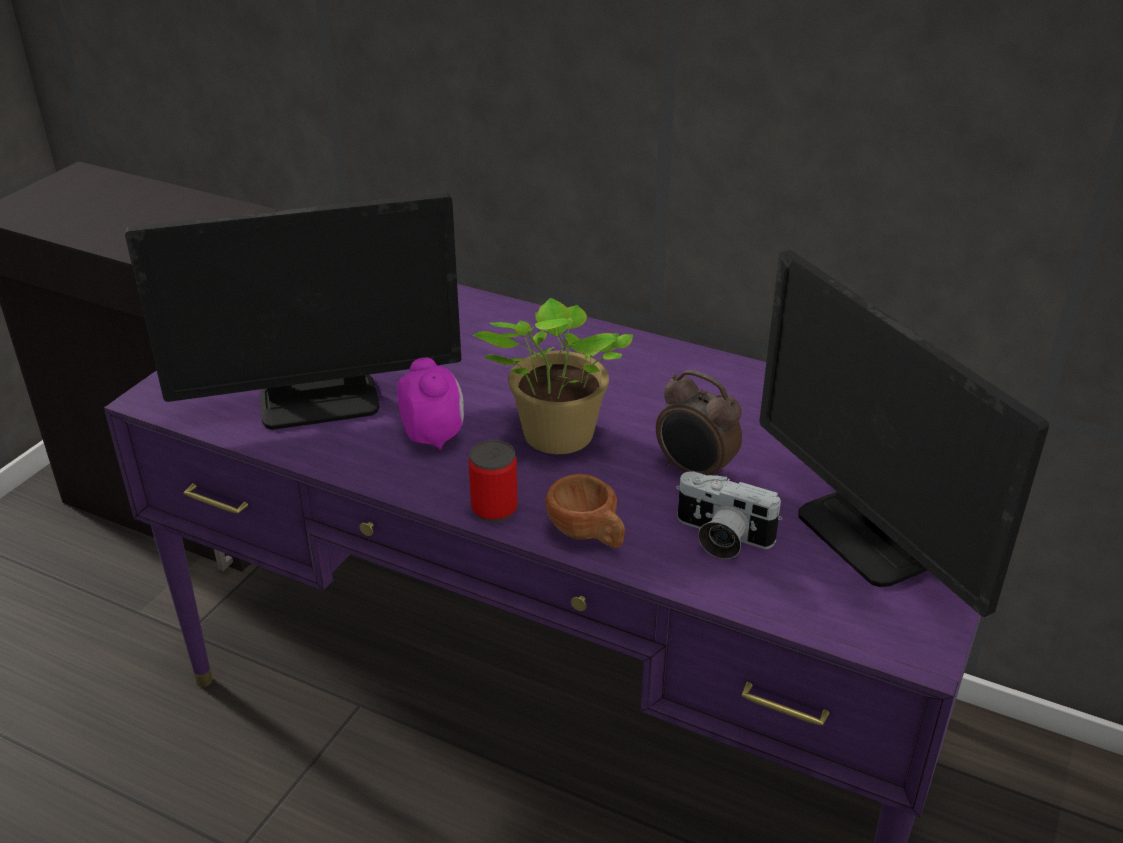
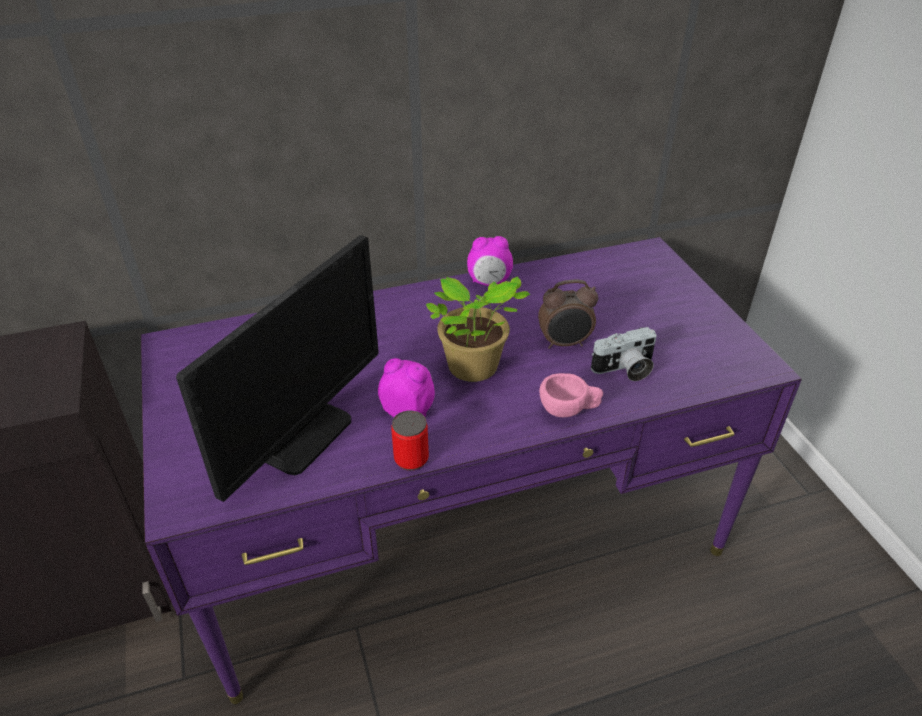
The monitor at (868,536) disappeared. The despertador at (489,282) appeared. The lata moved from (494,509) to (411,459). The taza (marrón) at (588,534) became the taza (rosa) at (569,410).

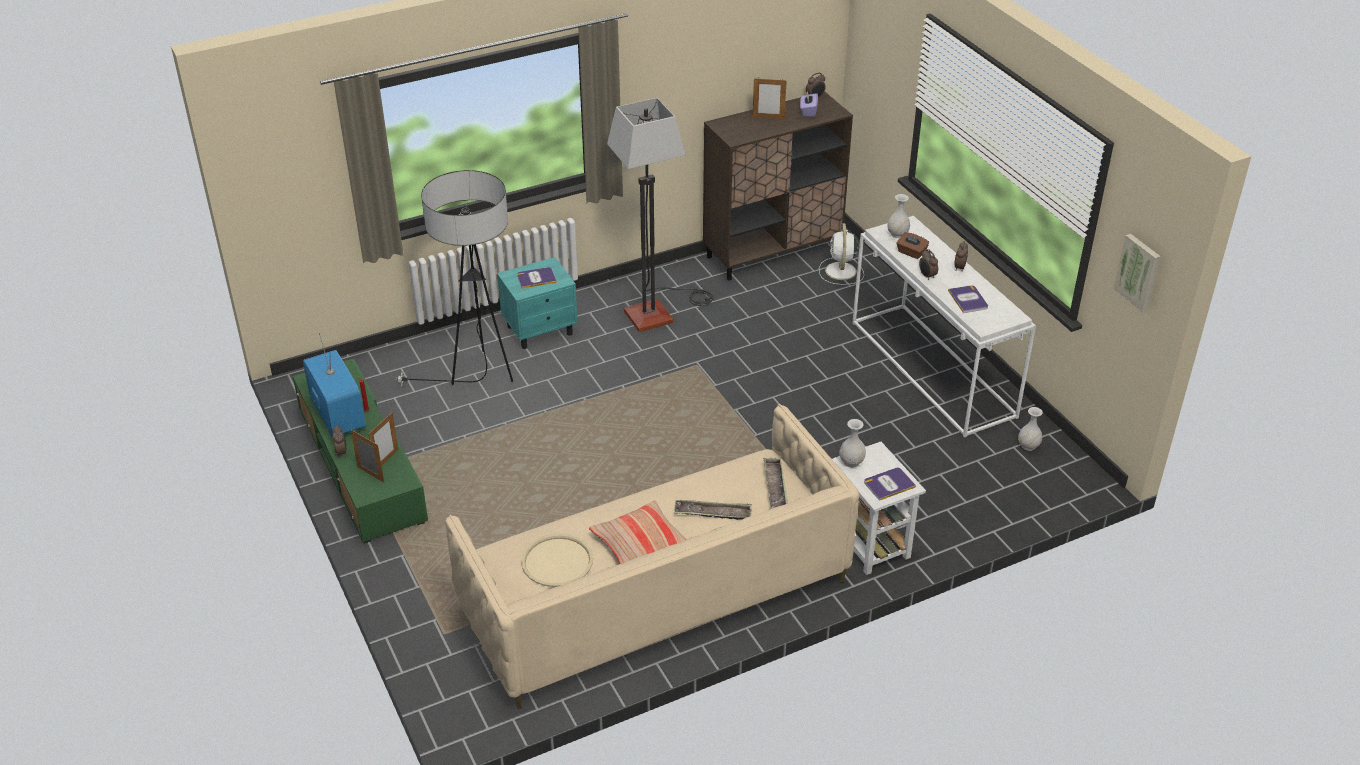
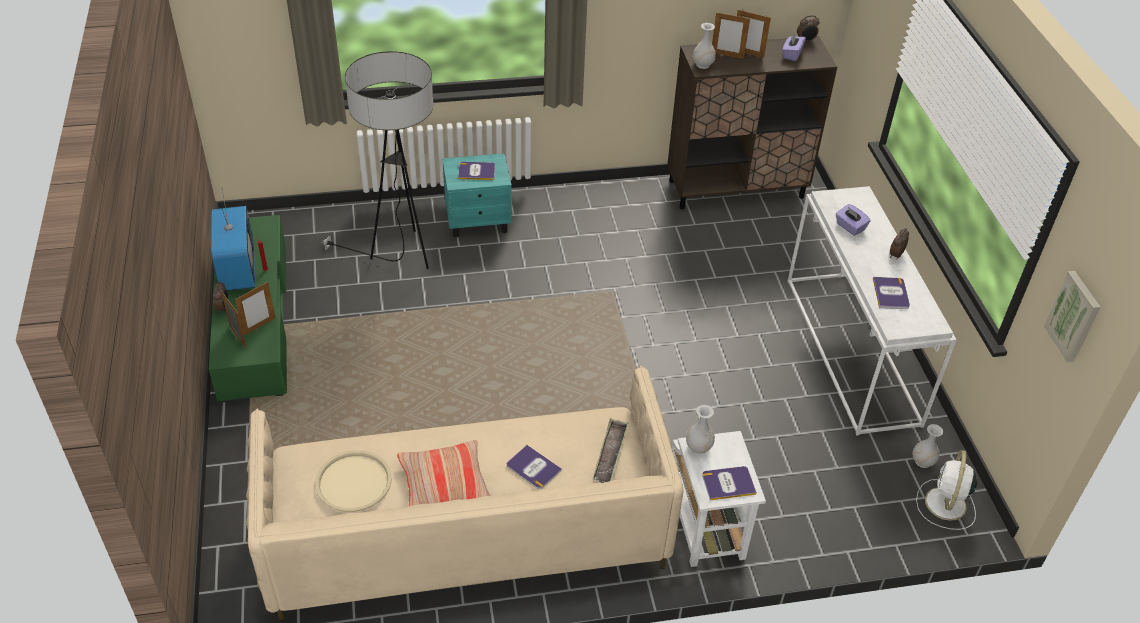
The lámpara de pie at (659,311) disappeared. The despertador at (927,276) disappeared. The portarretratos at (727,55) appeared. The ventilador (blanco) moved from (840,272) to (945,505). The florero (blanco) moved from (897,234) to (703,65). The bandeja at (713,513) was replaced by the libro at (533,468). The caja de pañuelos (marrón) at (911,253) became the caja de pañuelos (morado) at (850,227).

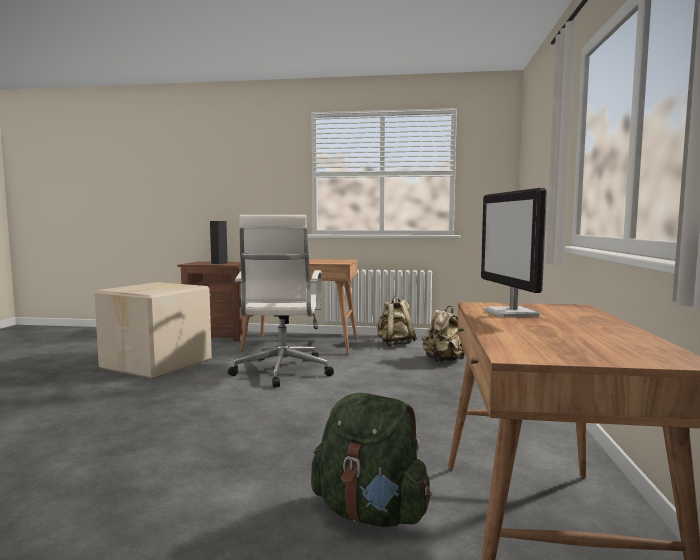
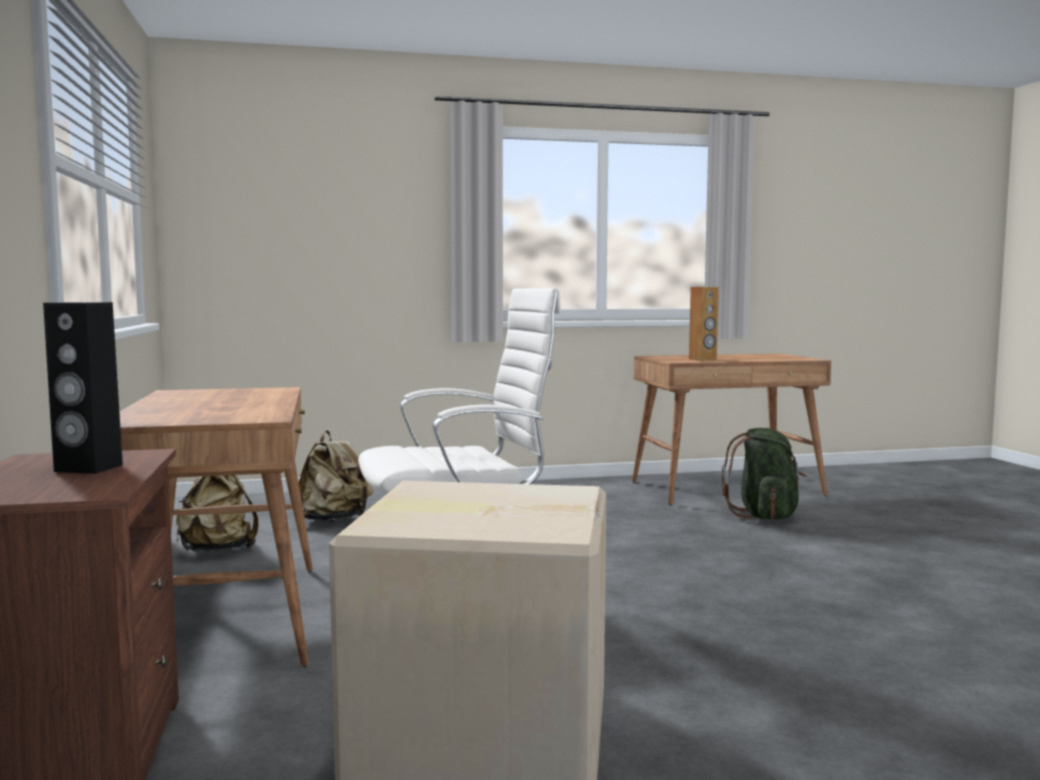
The monitor at (512,313) was replaced by the altavoz (marrón) at (703,359).

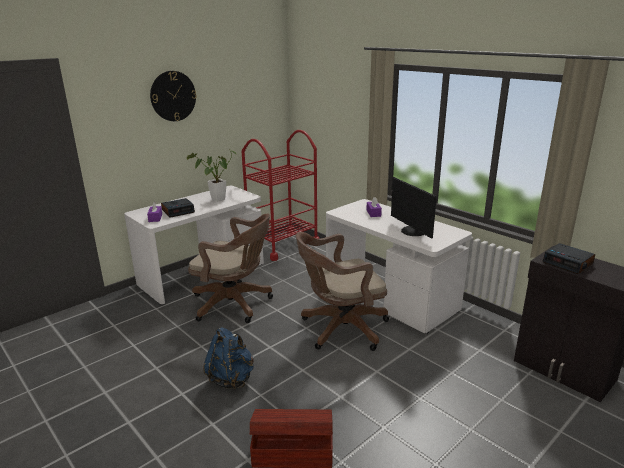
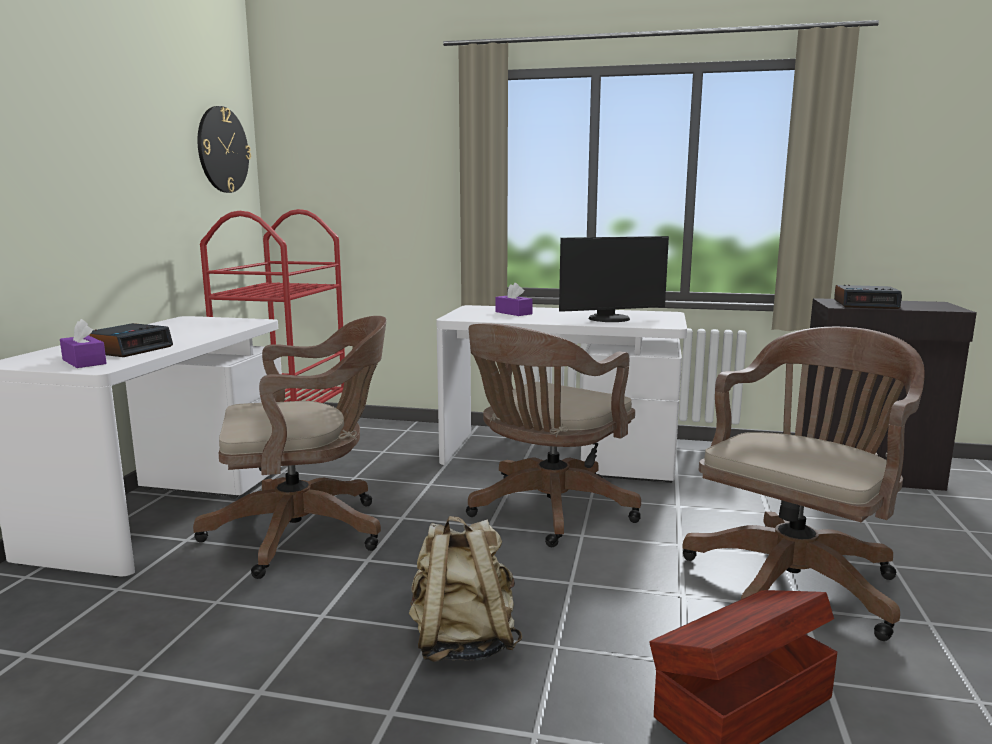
The planta en maceta at (215,200) disappeared. The silla de oficina (marrón) at (796,580) appeared. The reloj de pared moved from (173,96) to (222,150). The mochila (azul) at (231,378) became the mochila (beis) at (463,643). The monitor at (412,231) turned 45 degrees counterclockwise.

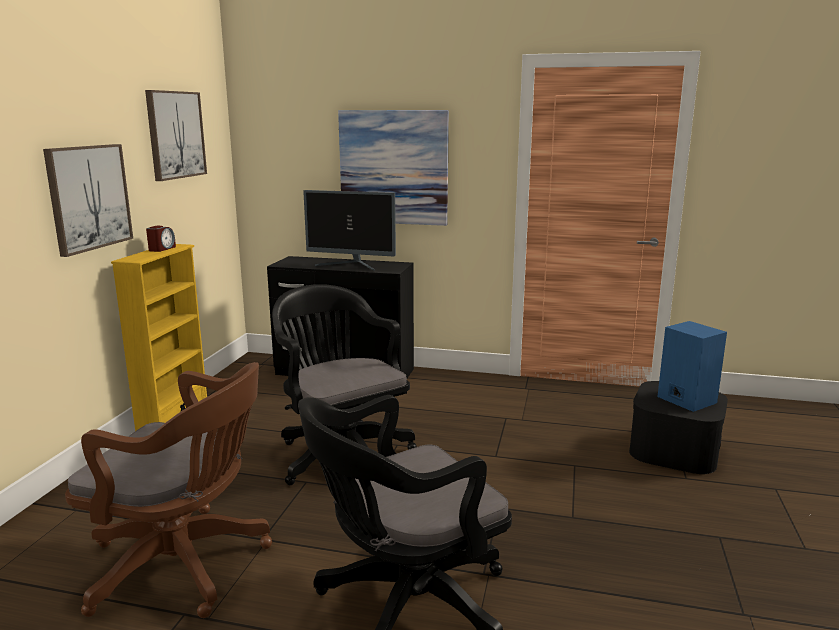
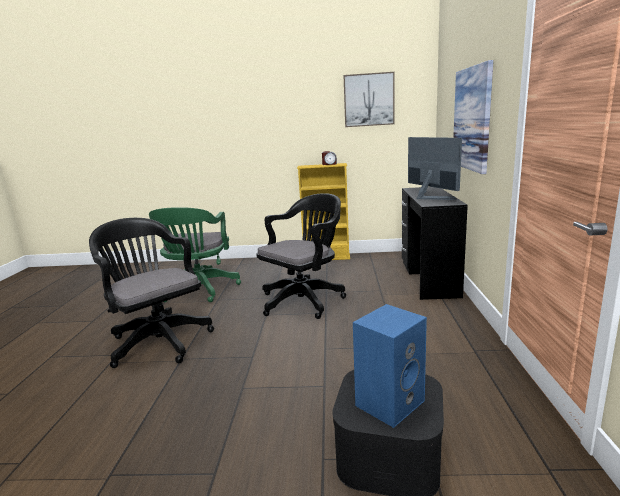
The cuadro at (89,197) disappeared. The silla de oficina (marrón) at (185,565) became the silla de oficina (verde) at (199,291). The monitor at (352,265) turned 150 degrees clockwise.

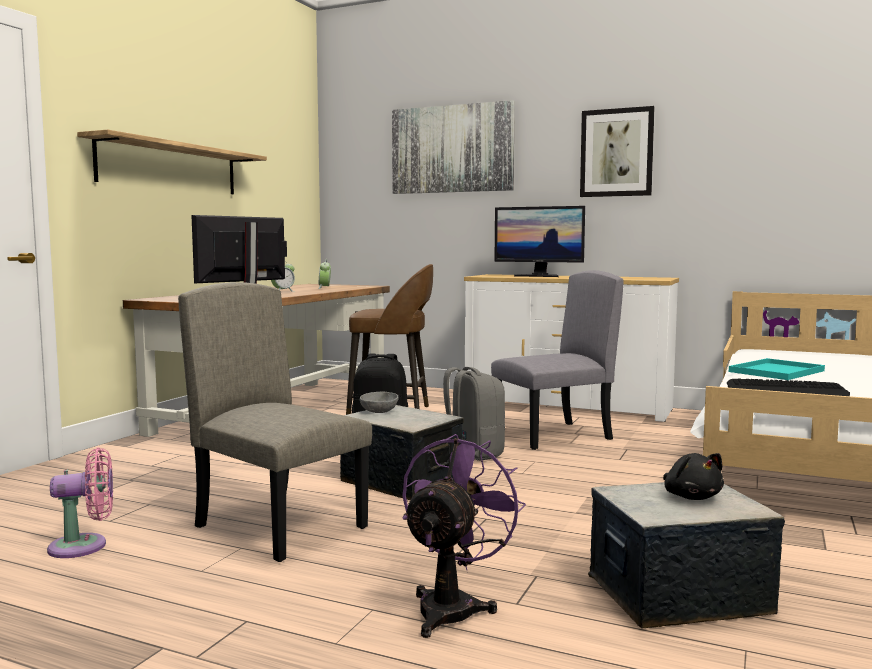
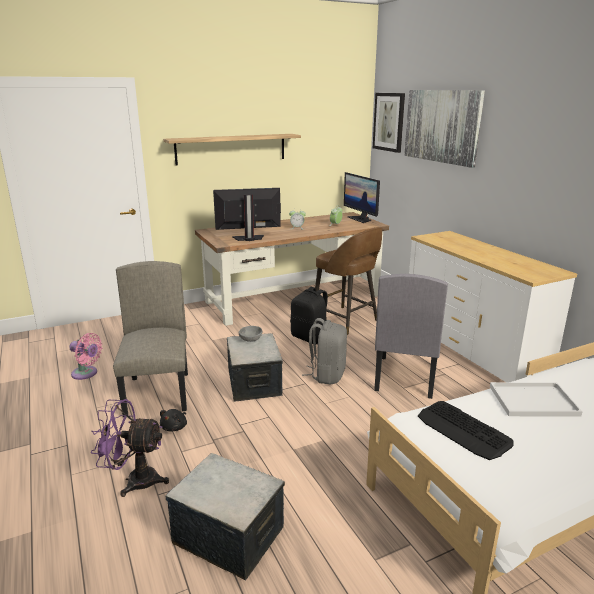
The monitor moved from (539,276) to (361,219). The cuadro moved from (616,153) to (389,122). The peluche (negro) moved from (691,497) to (175,427). The bandeja (turquesa) at (776,371) became the bandeja (blanco) at (534,400). The ventilador (morado) at (453,606) turned 150 degrees counterclockwise. The silla (gris) at (553,436) turned 90 degrees clockwise.

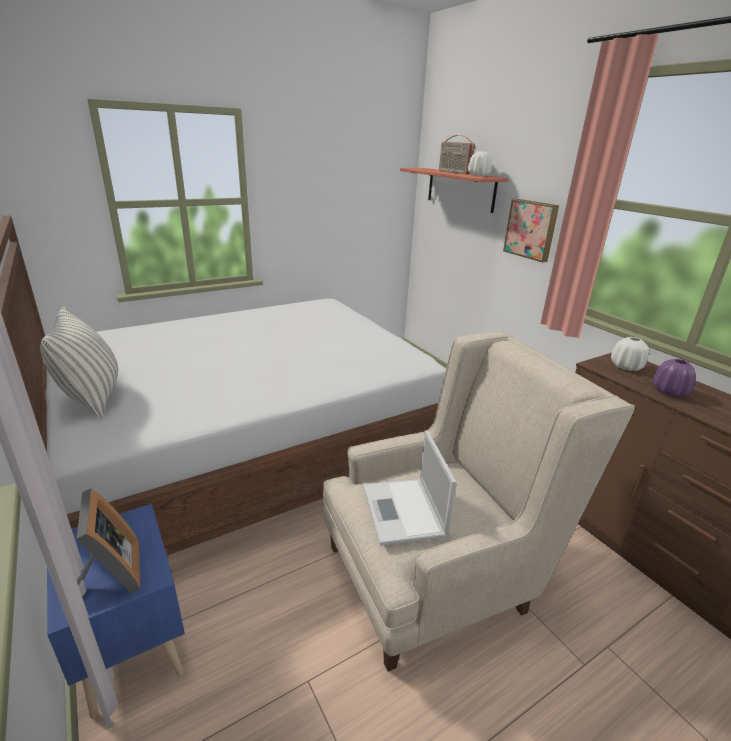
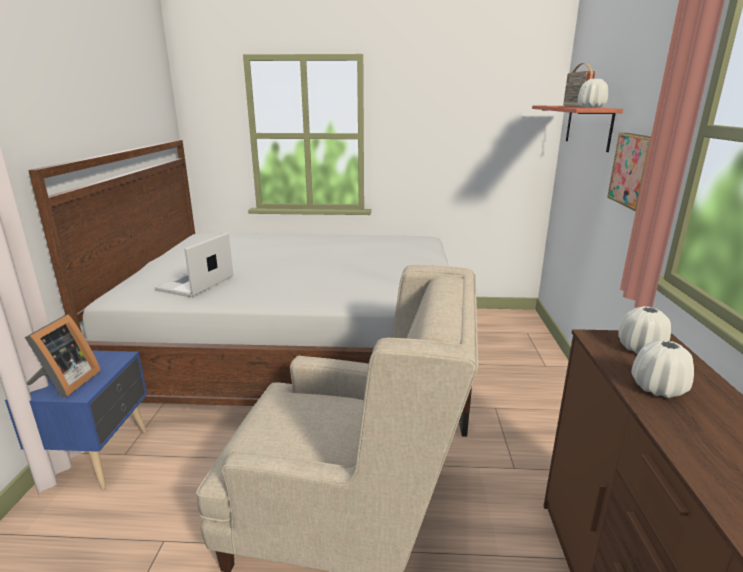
The cojín at (93,397) disappeared. The portátil moved from (404,512) to (195,284). The florero (morado) at (669,391) became the florero (blanco) at (658,388).

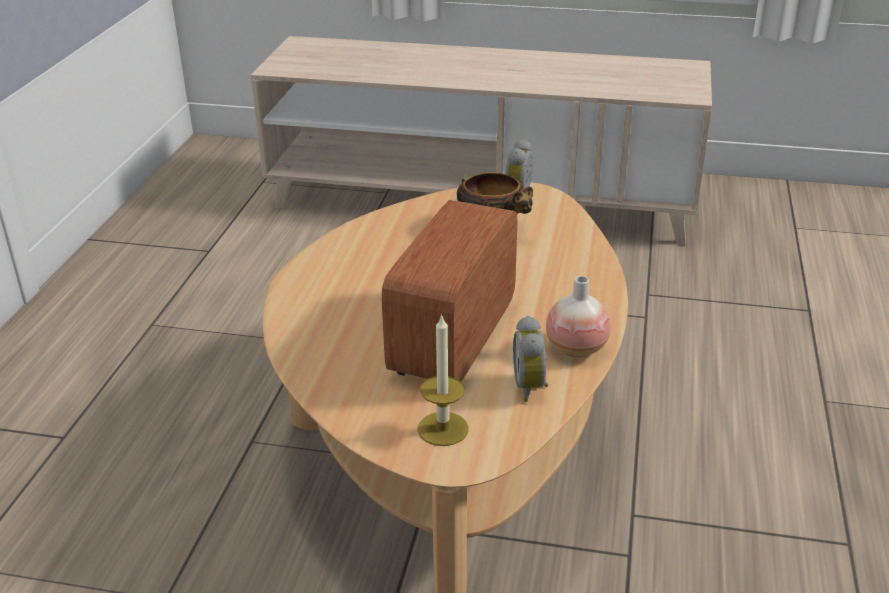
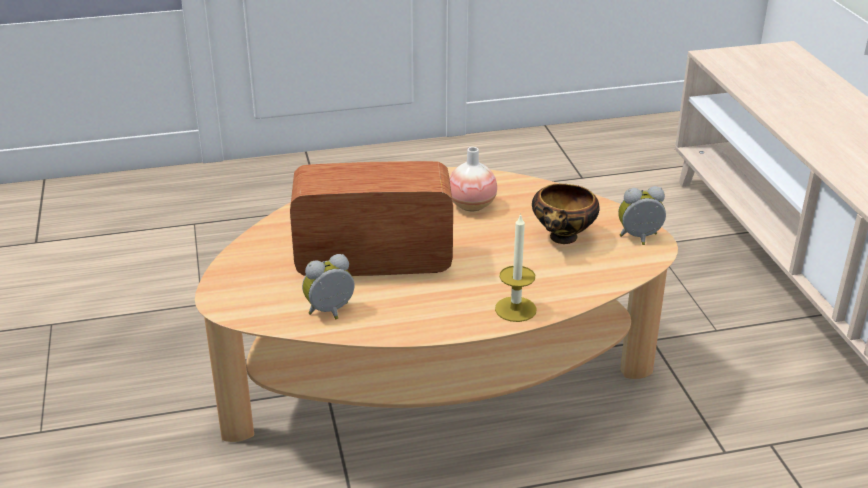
The vela moved from (443,429) to (515,309). The florero moved from (576,348) to (471,205).

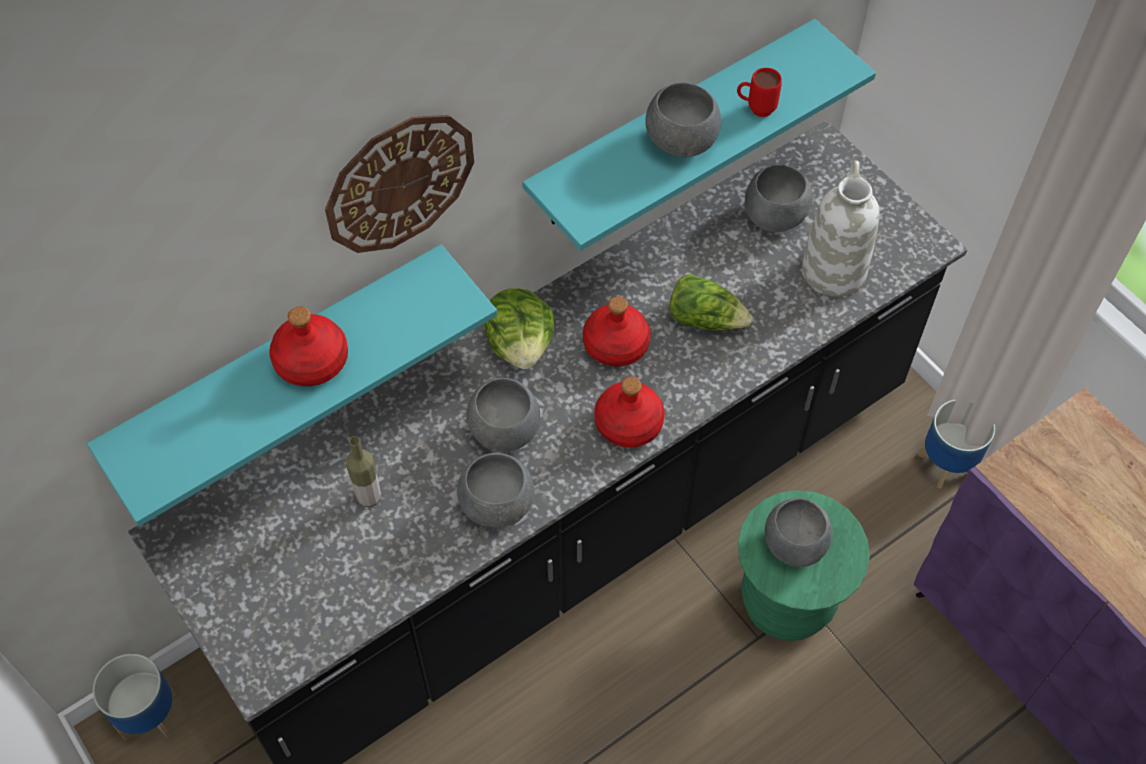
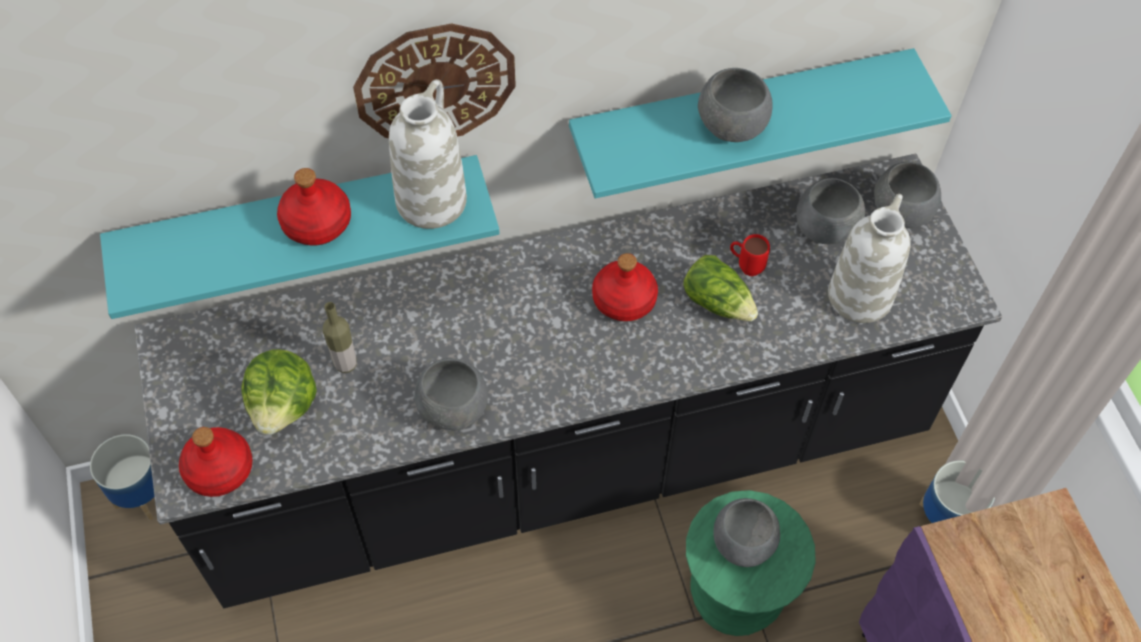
The florero (blanco) at (431,200) appeared. The cuenco (gris) moved from (503,431) to (900,212). The lechuga moved from (520,345) to (284,406). The botella (rojo) moved from (629,423) to (220,469). The taza grande (rojo) moved from (755,109) to (745,266).

